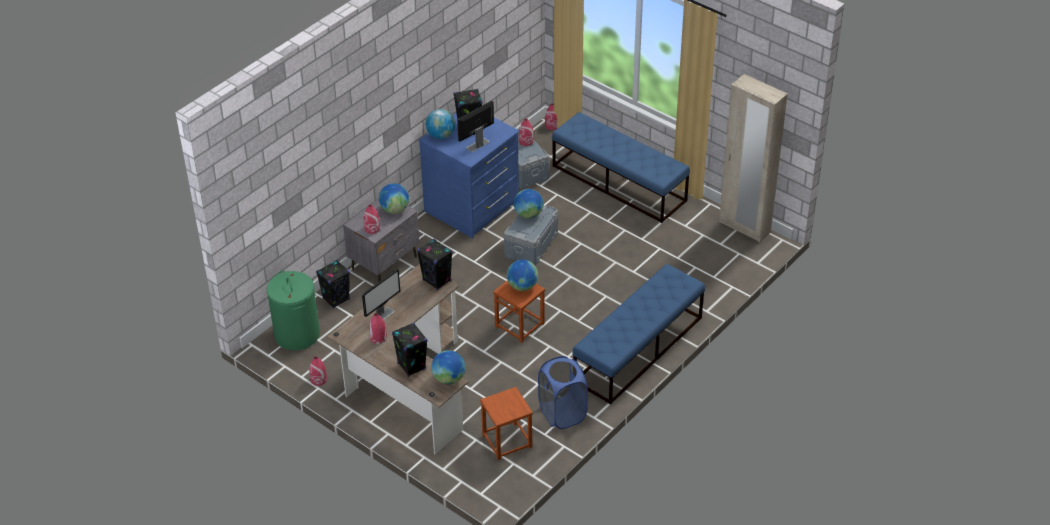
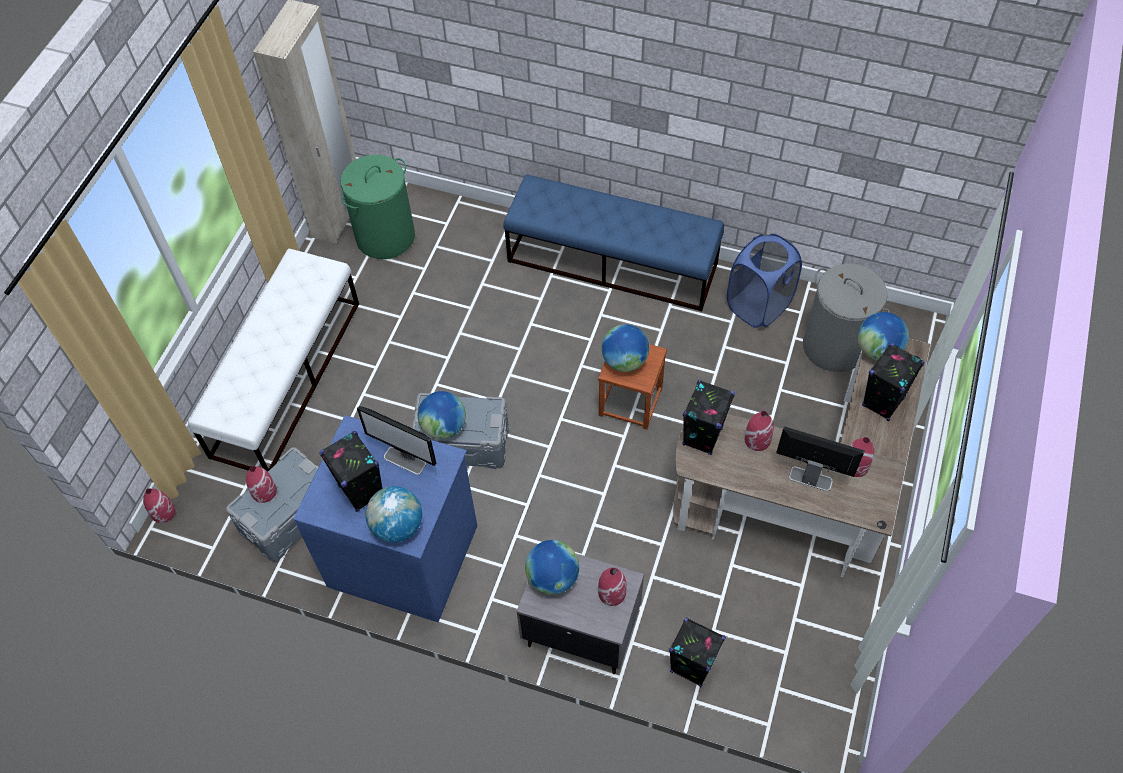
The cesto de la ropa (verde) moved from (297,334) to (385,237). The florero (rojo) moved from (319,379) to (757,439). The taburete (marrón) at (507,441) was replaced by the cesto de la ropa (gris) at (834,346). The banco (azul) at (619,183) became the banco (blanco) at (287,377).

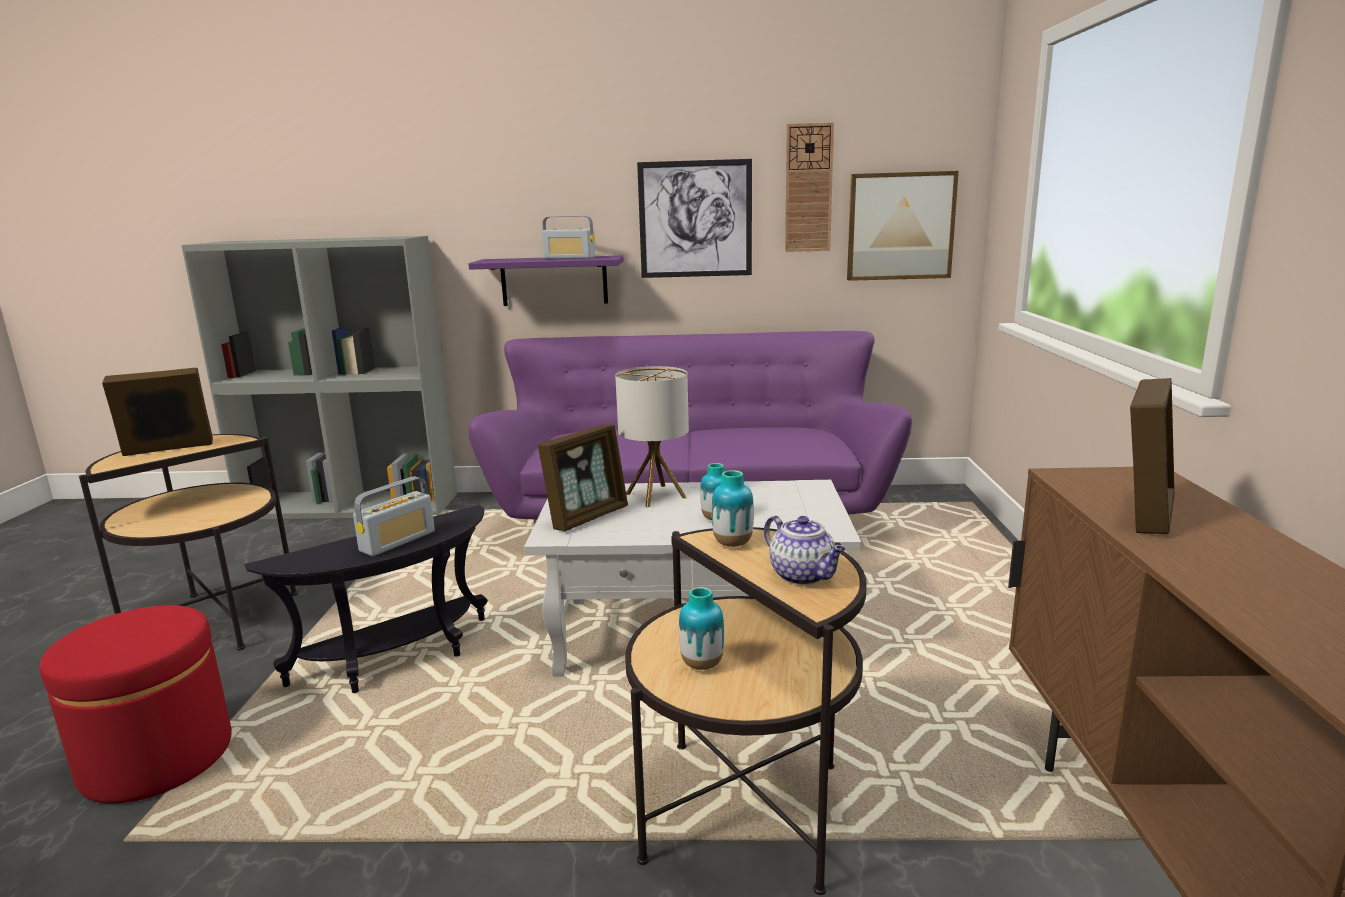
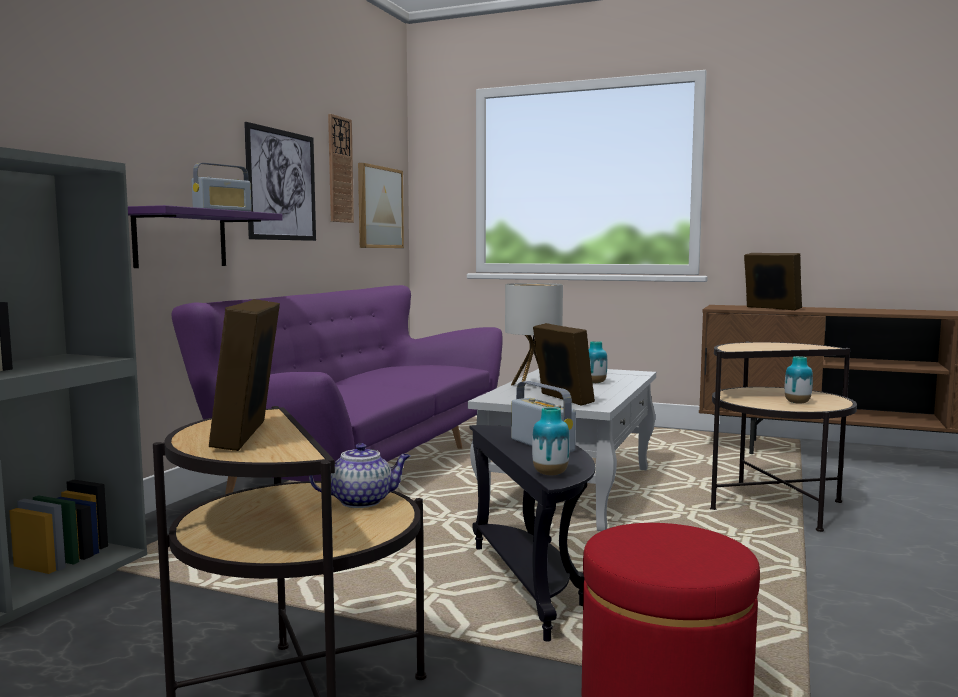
The florero moved from (732,543) to (550,474). The tetera moved from (803,576) to (362,501).

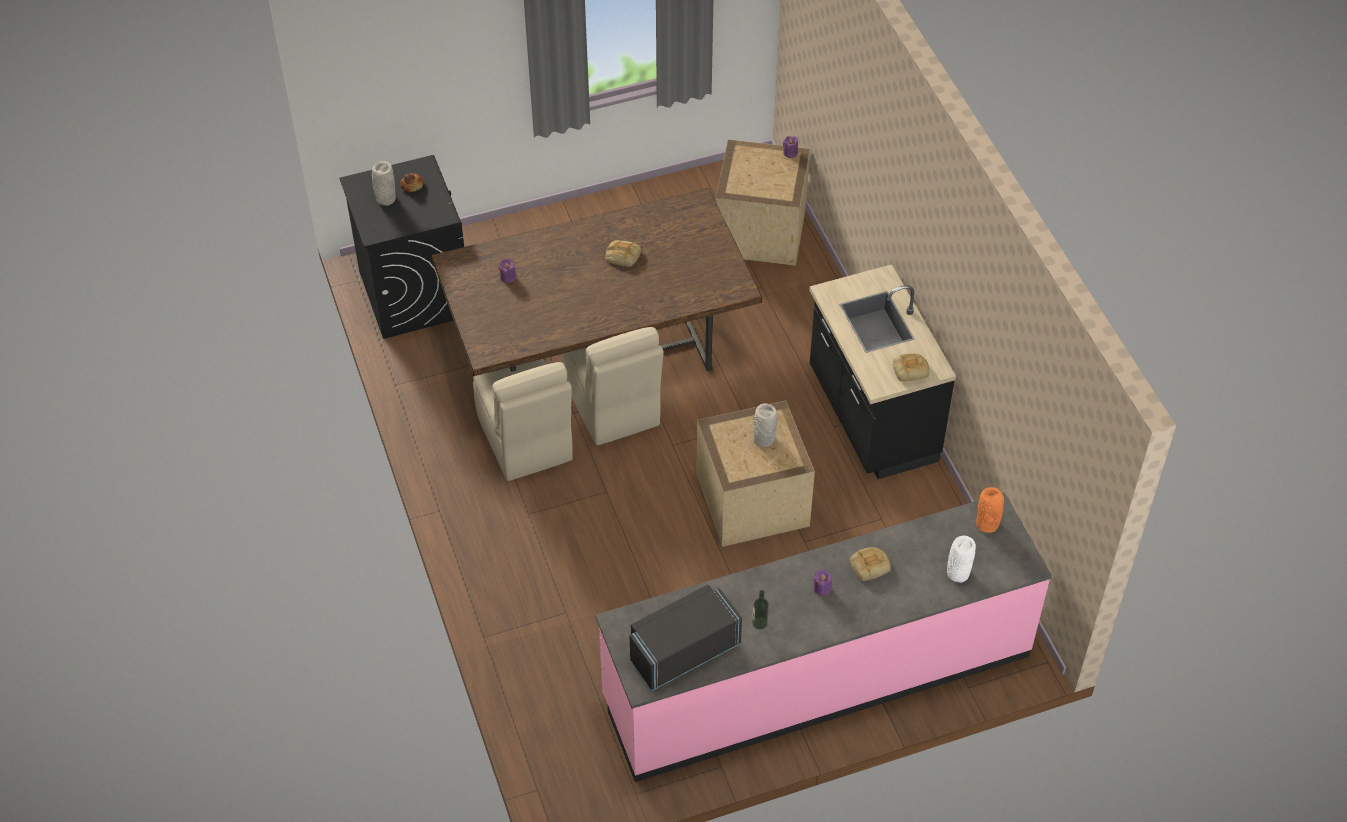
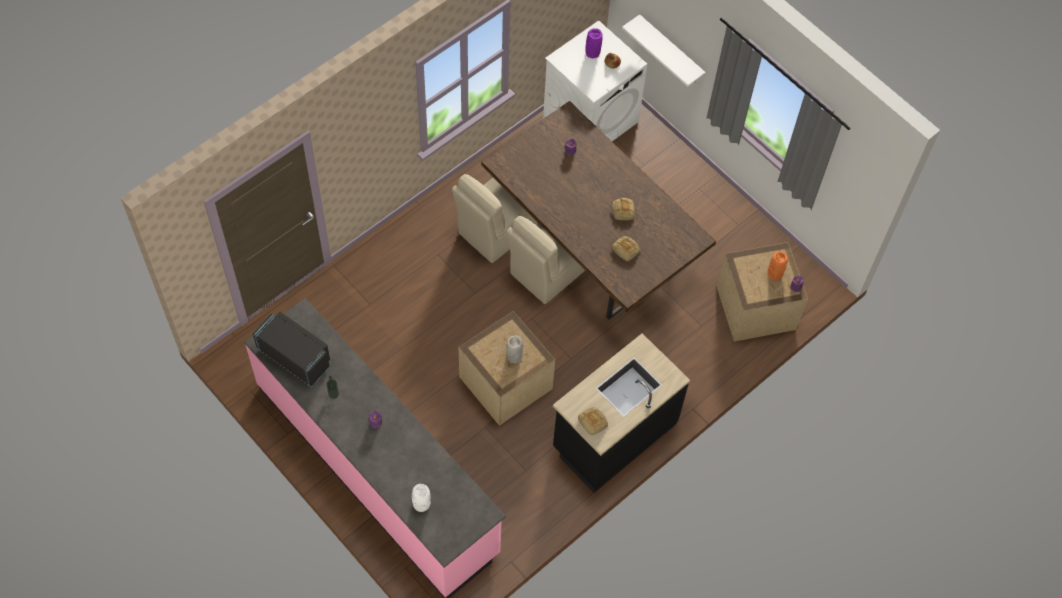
The estante (blanco) at (671,50) appeared. The pan moved from (870,565) to (626,249). The florero (naranja) moved from (988,524) to (775,274). The lavadora (negro) at (414,292) became the lavadora (blanco) at (591,120). The florero (gris) at (385,199) became the florero (morado) at (592,52).

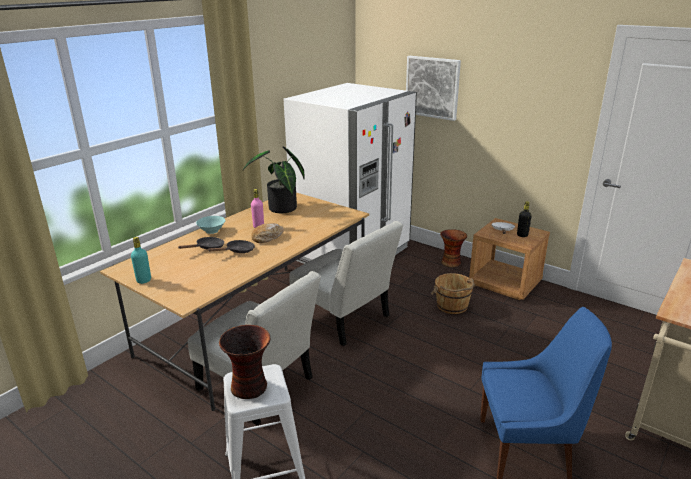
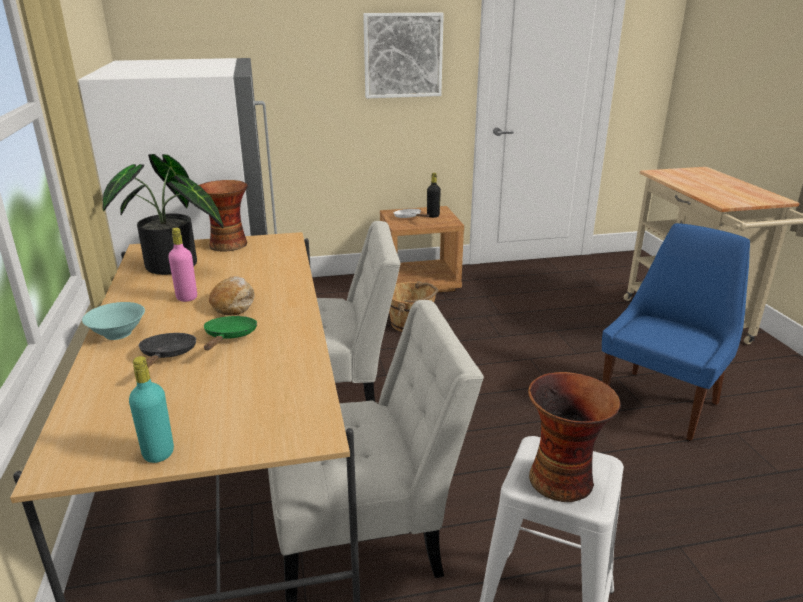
The cuadro moved from (432,87) to (403,55). The florero moved from (451,262) to (227,244). The sartén (negro) at (237,251) became the sartén (verde) at (229,337).

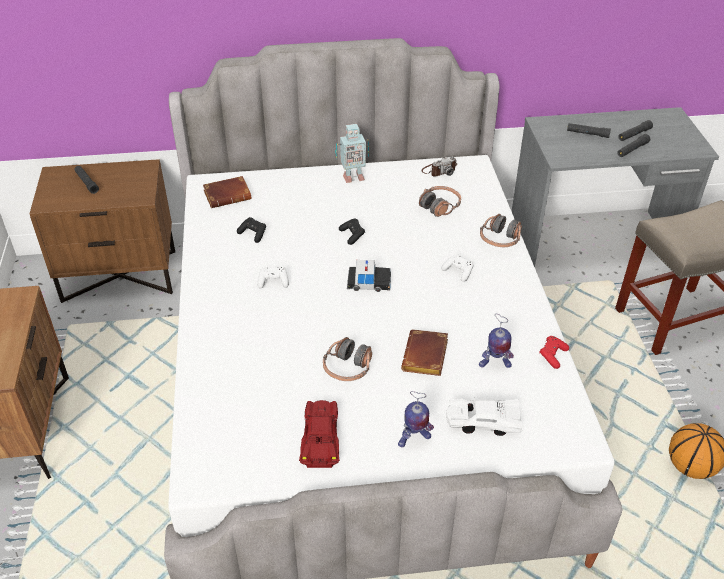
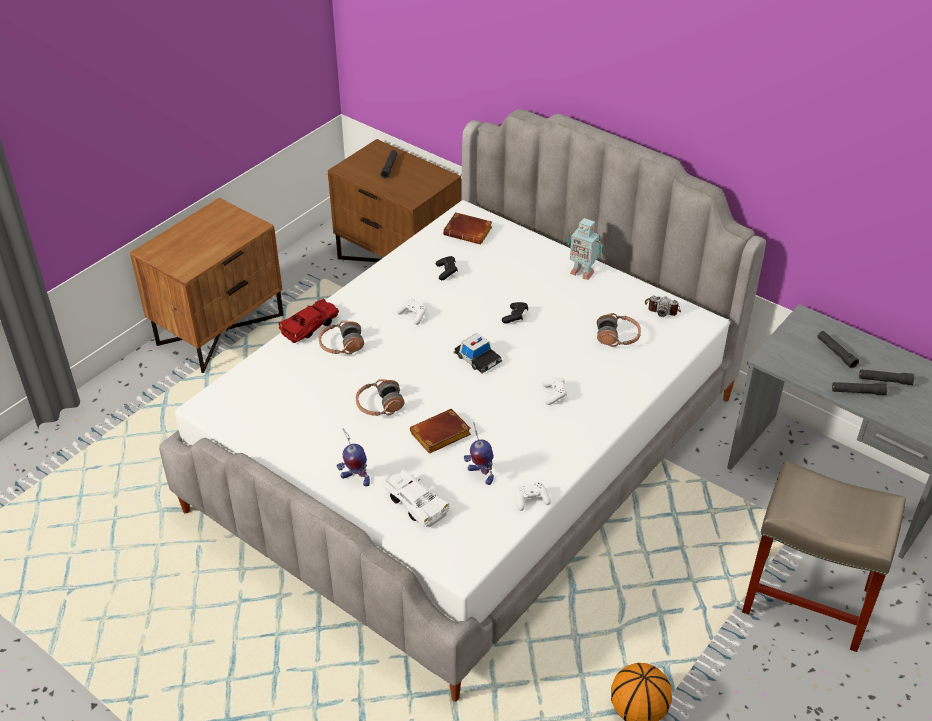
The coche de juguete (rojo) moved from (321,438) to (310,326). The auriculares moved from (500,239) to (341,345). The mando de consola (rojo) at (552,356) became the mando de consola (blanco) at (531,500).

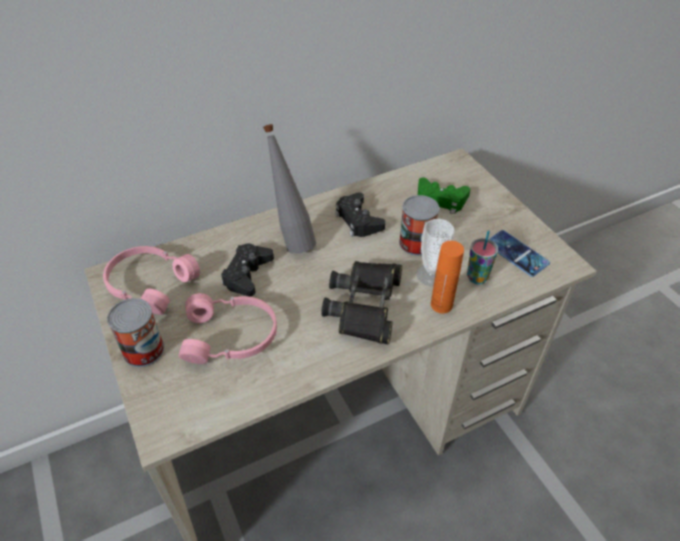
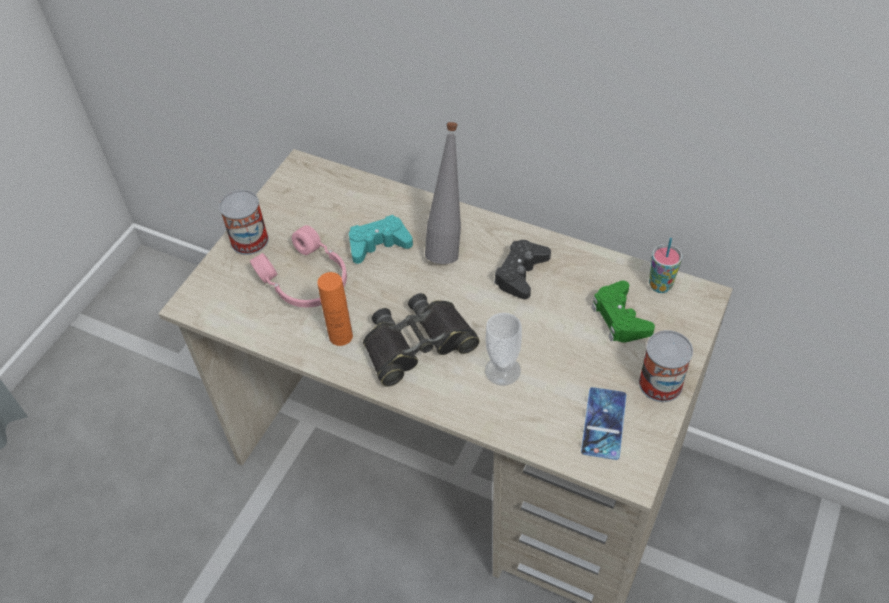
The auriculares (rosa) at (150,284) disappeared. The lata moved from (416,243) to (660,383). The botella (naranja) moved from (441,305) to (341,336). The taza moved from (477,277) to (660,285). The mando de consola (negro) at (247,274) became the mando de consola (turquesa) at (378,244).

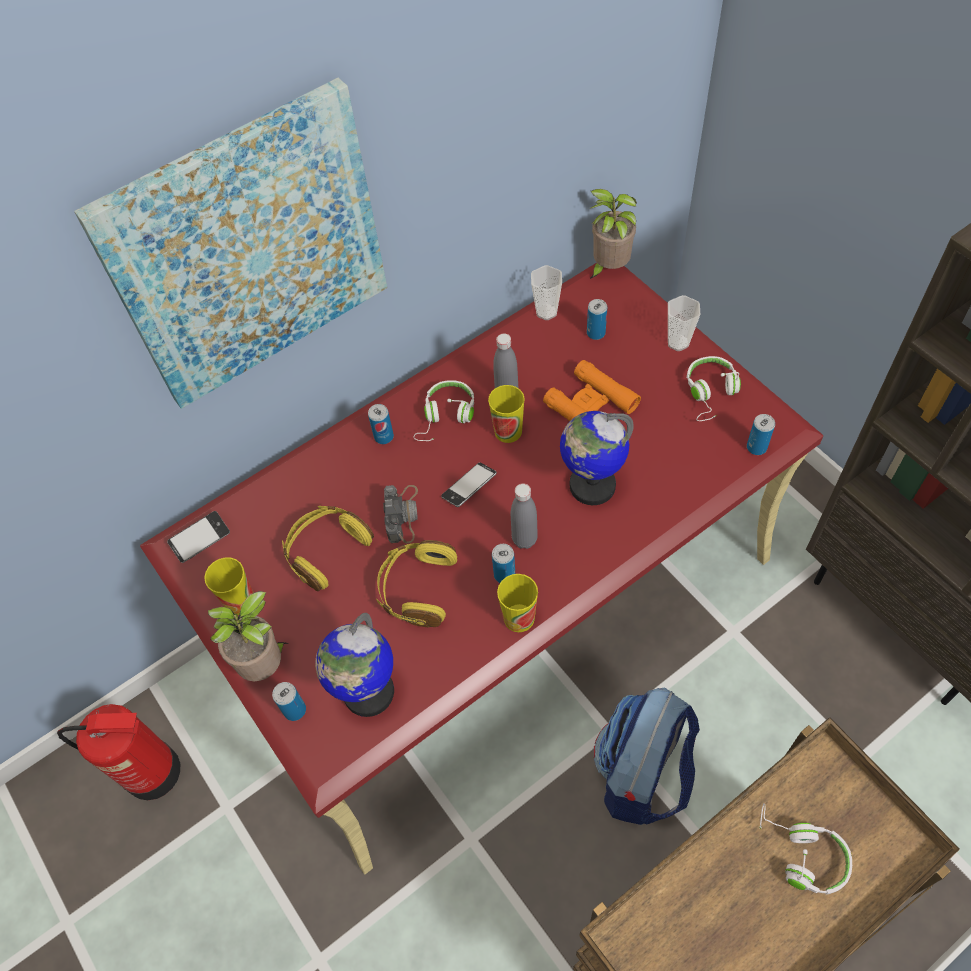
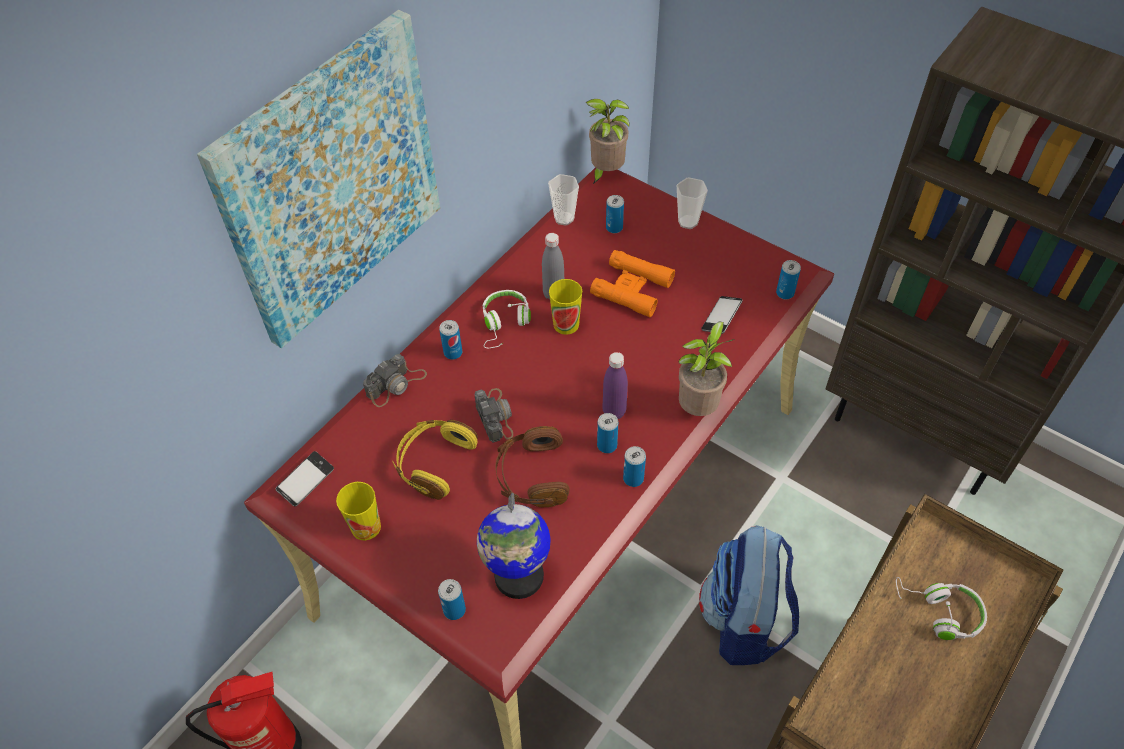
The globo terráqueo at (591,485) disappeared. The auriculares (blanco) at (711,393) disappeared. The cámara at (396,385) appeared. The planta en maceta moved from (266,664) to (699,407). The móvil moved from (469,487) to (721,317). The taza at (519,618) was replaced by the lata at (633,478). The auriculares (amarillo) at (416,589) became the auriculares (marrón) at (531,476). The botella (gris) at (524,539) became the botella (morado) at (614,411).

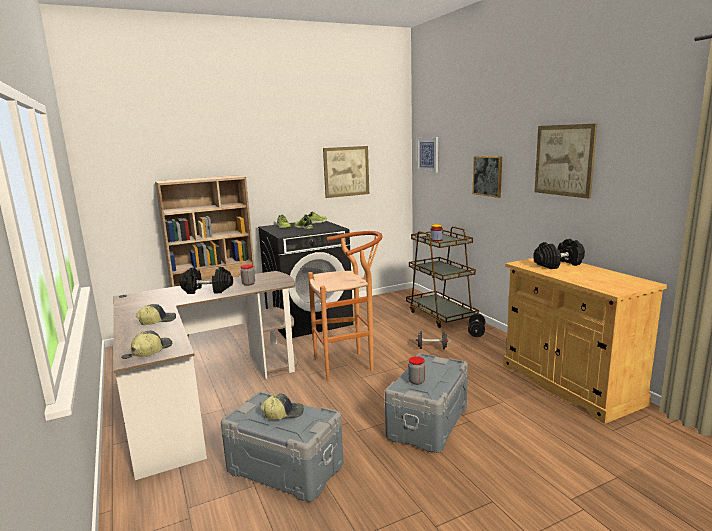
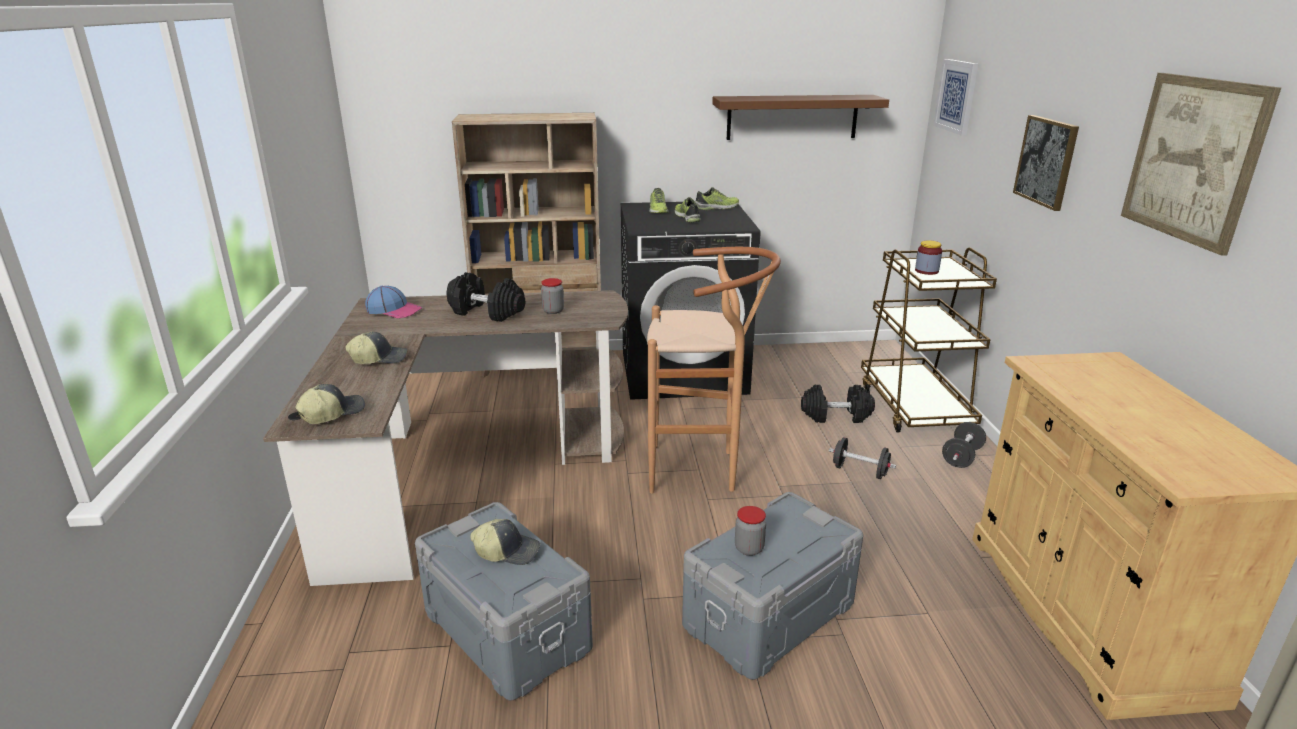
The gorra at (394,310) appeared. The mancuerna (negro) moved from (558,264) to (836,415). The cuadro at (346,171) was replaced by the estante (marrón) at (792,117).

